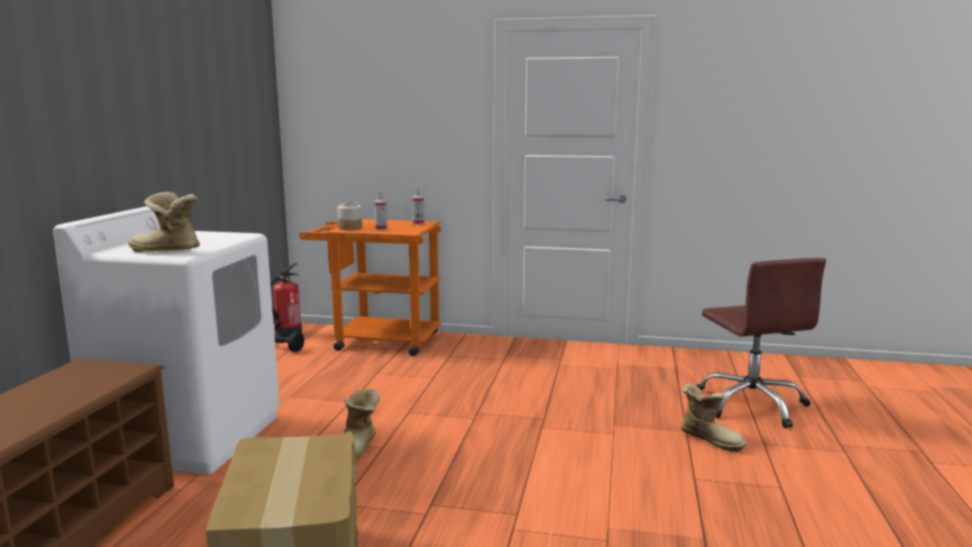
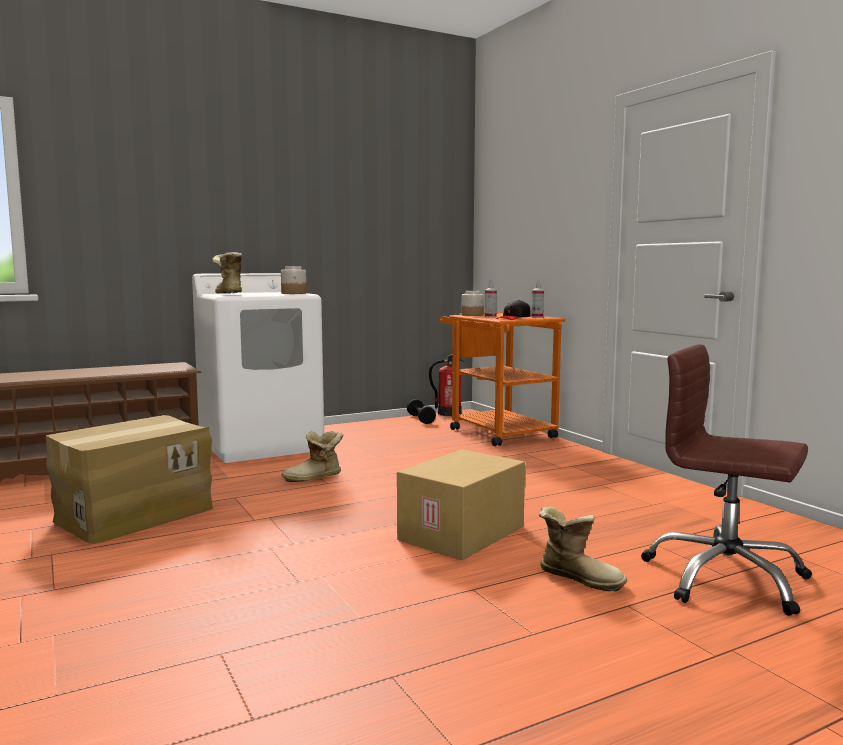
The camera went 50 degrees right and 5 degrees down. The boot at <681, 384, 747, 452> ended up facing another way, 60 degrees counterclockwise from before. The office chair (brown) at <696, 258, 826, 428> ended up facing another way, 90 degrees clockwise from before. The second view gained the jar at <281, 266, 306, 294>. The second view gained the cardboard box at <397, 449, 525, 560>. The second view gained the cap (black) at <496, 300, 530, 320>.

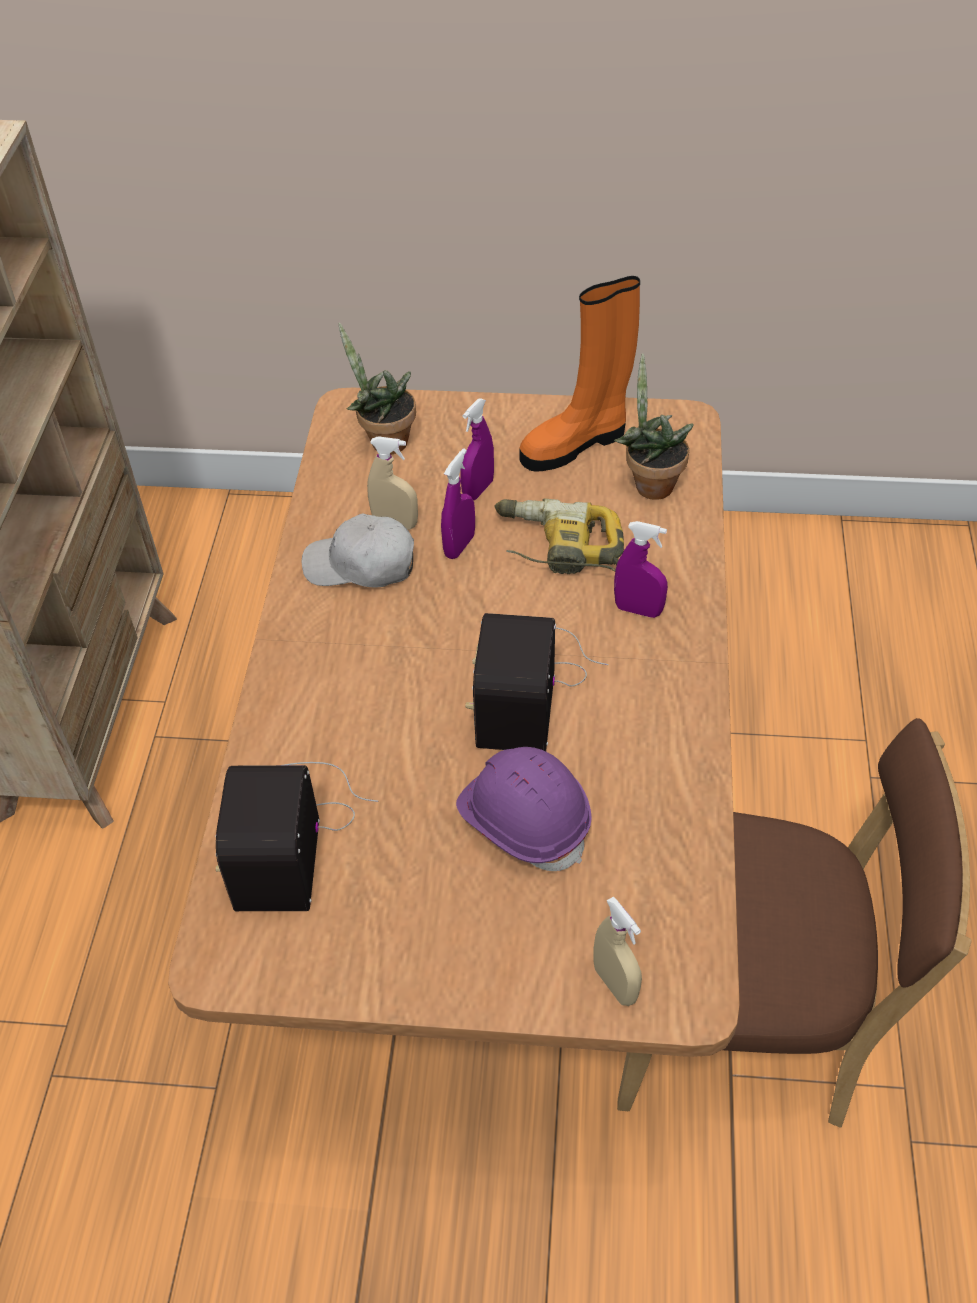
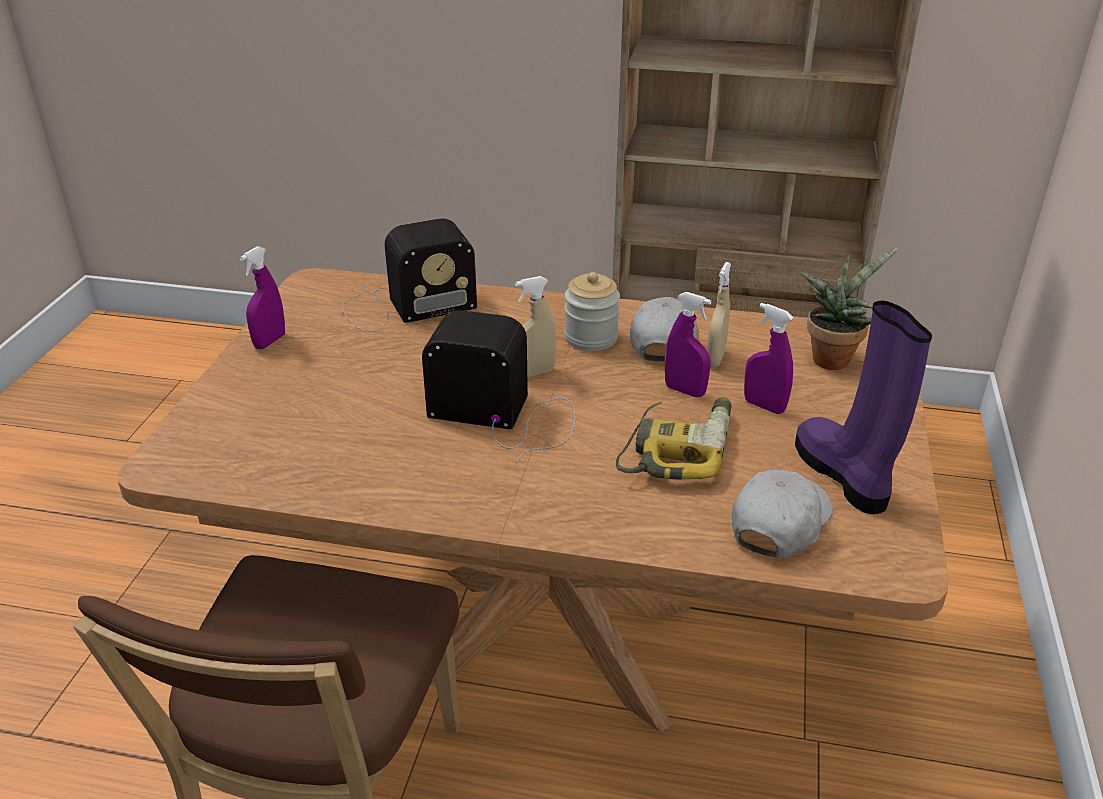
The camera went 95 degrees right and 15 degrees down. The radio at <216, 762, 378, 911> ended up facing another way, 150 degrees clockwise from before. The second view lost the hard hat (purple) at <456, 747, 592, 871>. What was the boot (orange) at <519, 276, 640, 472> turned into the boot (purple) at <795, 300, 932, 514>. The spray bottle (beige) ended up elsewhere, having gone from <593, 897, 642, 1006> to <515, 276, 557, 377>. Where the potted plant stood at <614, 353, 694, 500>, the cap (white) came to stand at <732, 470, 833, 558>. The spray bottle (purple) ended up elsewhere, having gone from <614, 521, 668, 618> to <240, 246, 285, 349>. The second view gained the jar at <564, 272, 620, 351>.

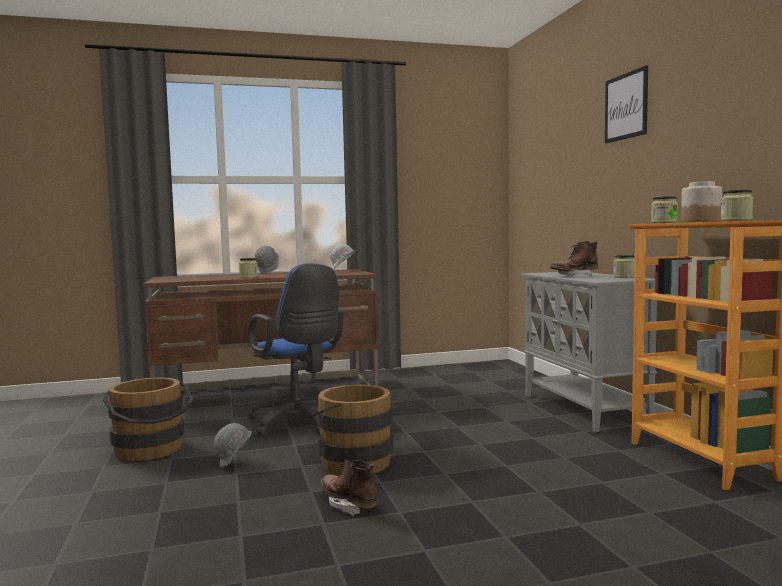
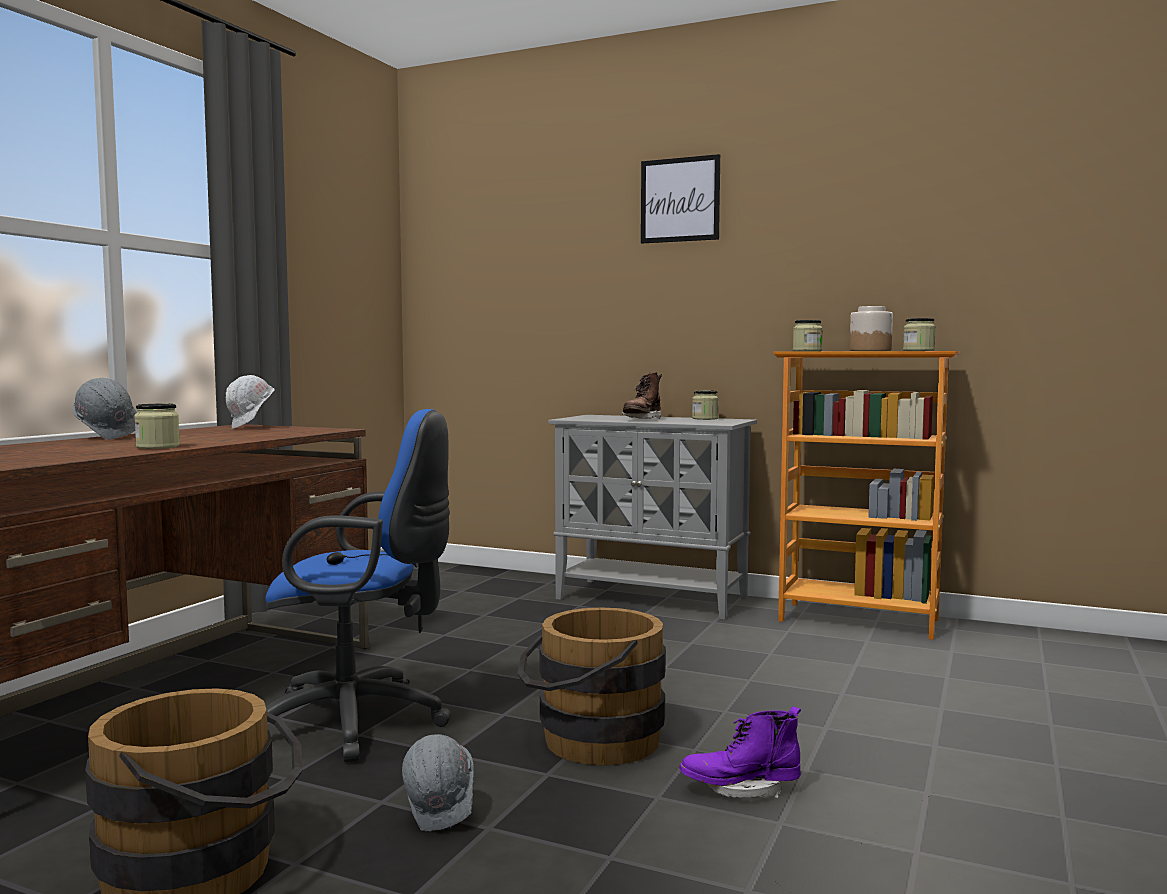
The camera went 50 degrees left and 0 degrees up. What was the boot (brown) at <320, 459, 378, 515> turned into the boot (purple) at <680, 706, 801, 798>.

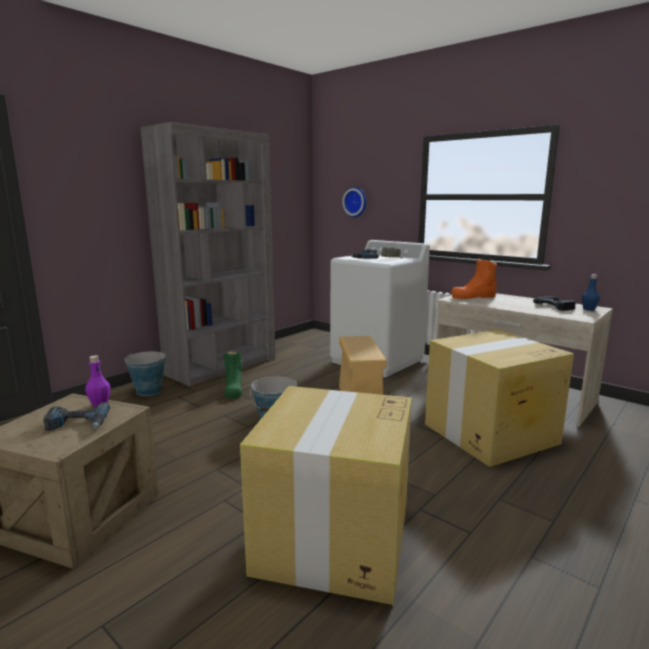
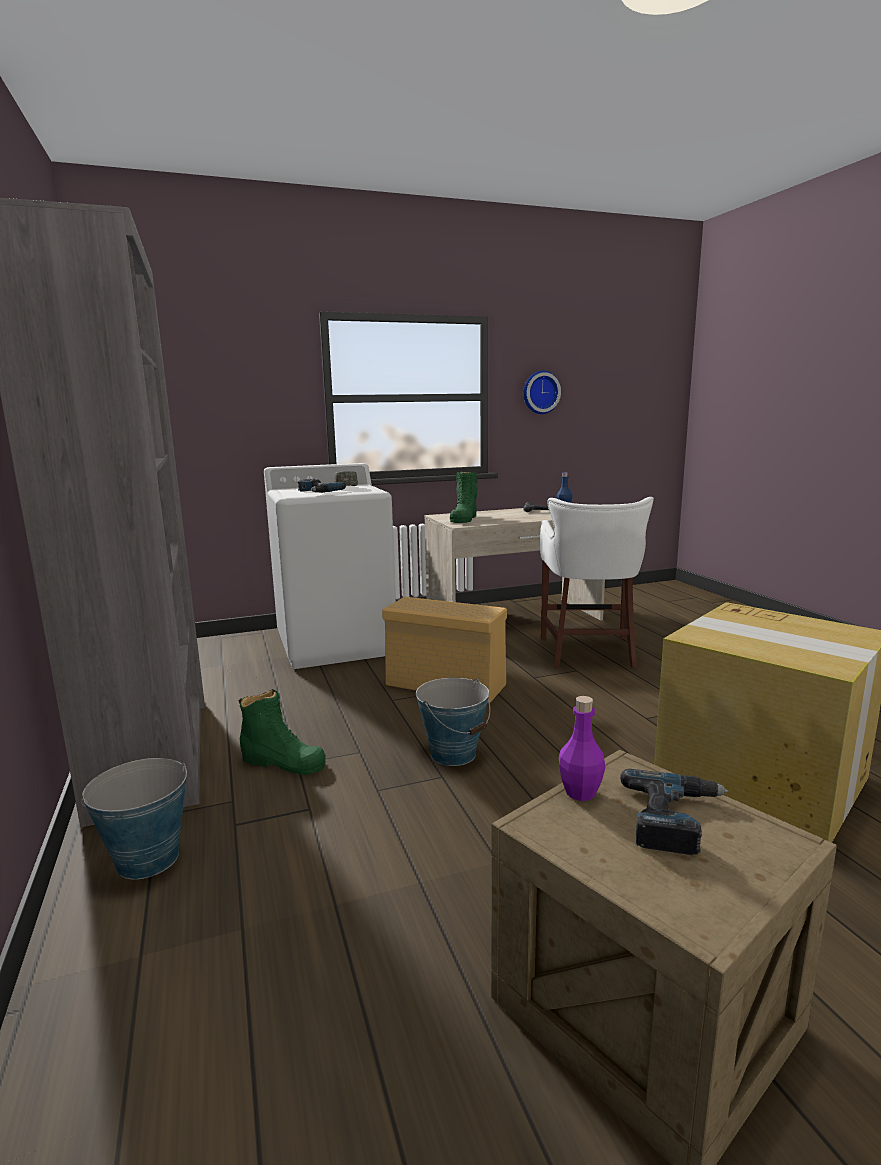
The camera went 60 degrees left and 0 degrees up. The wall clock ended up elsewhere, having gone from <342, 187, 366, 217> to <523, 371, 561, 414>. Where the cardboard box stood at <425, 330, 574, 467>, the stool (white) came to stand at <540, 497, 654, 668>. What was the boot (orange) at <451, 259, 497, 299> turned into the boot (green) at <450, 472, 478, 523>.

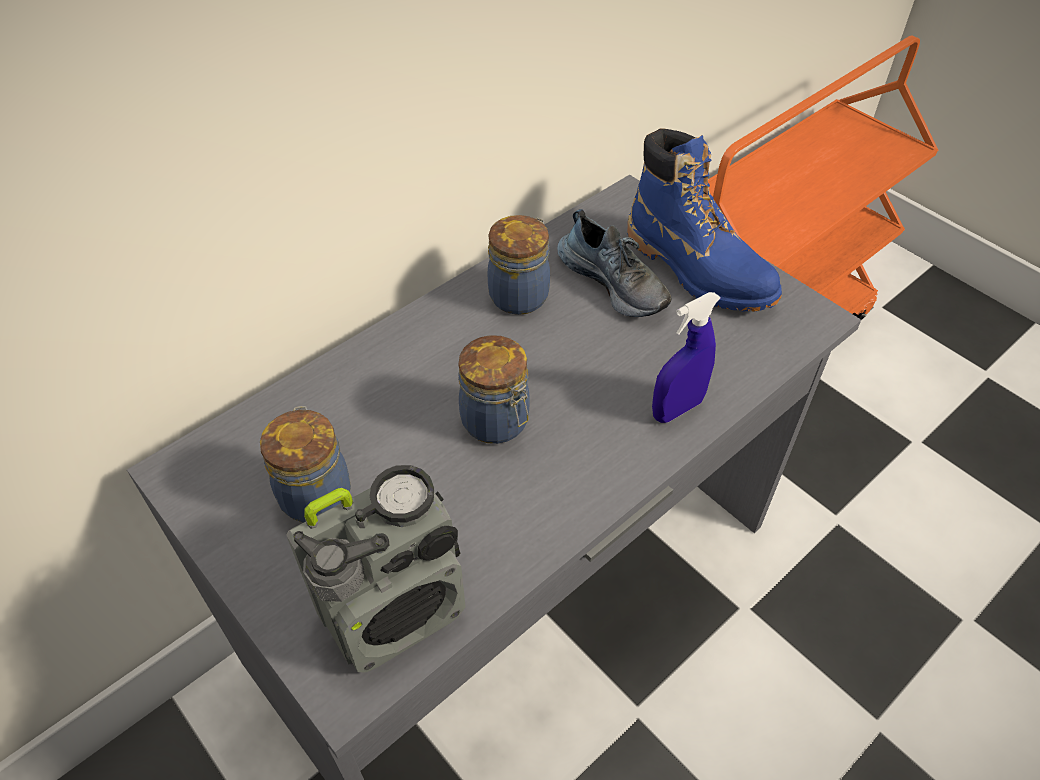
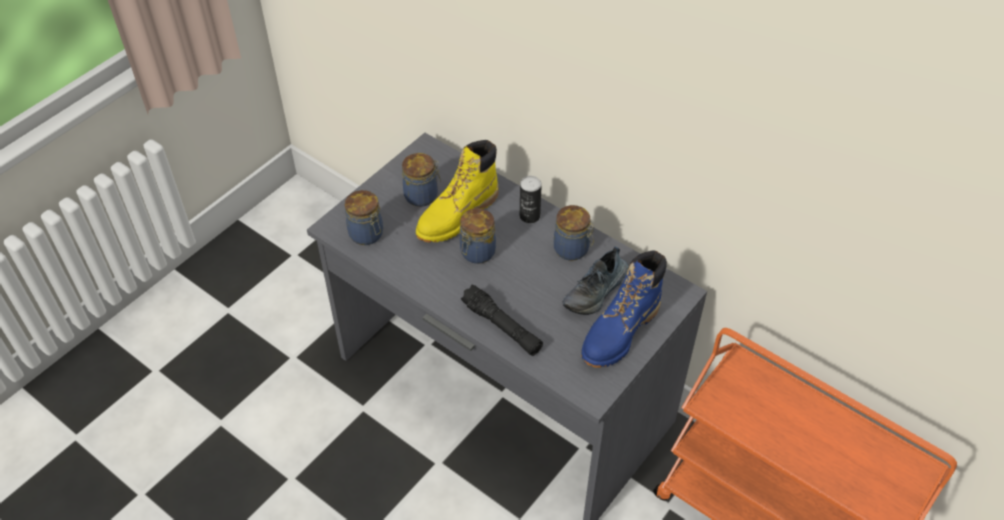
The camera went 80 degrees right and 0 degrees up. Where the radio stood at <286, 465, 466, 672>, the jar came to stand at <345, 190, 383, 245>. Where the spray bottle (blue) stood at <652, 292, 721, 423>, the flashlight (black) came to stand at <461, 284, 543, 356>. The second view gained the boot (yellow) at <416, 140, 499, 243>. The second view gained the can at <520, 176, 542, 223>.

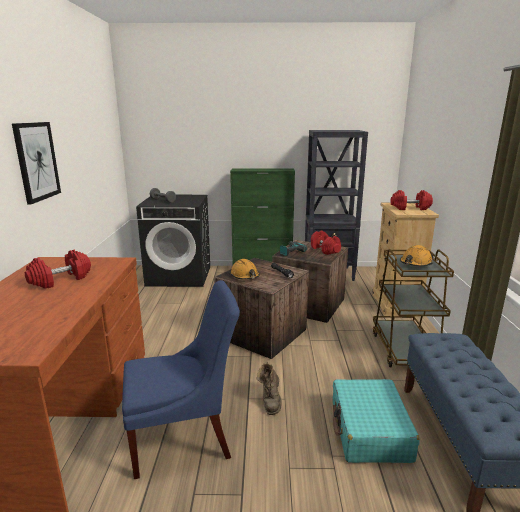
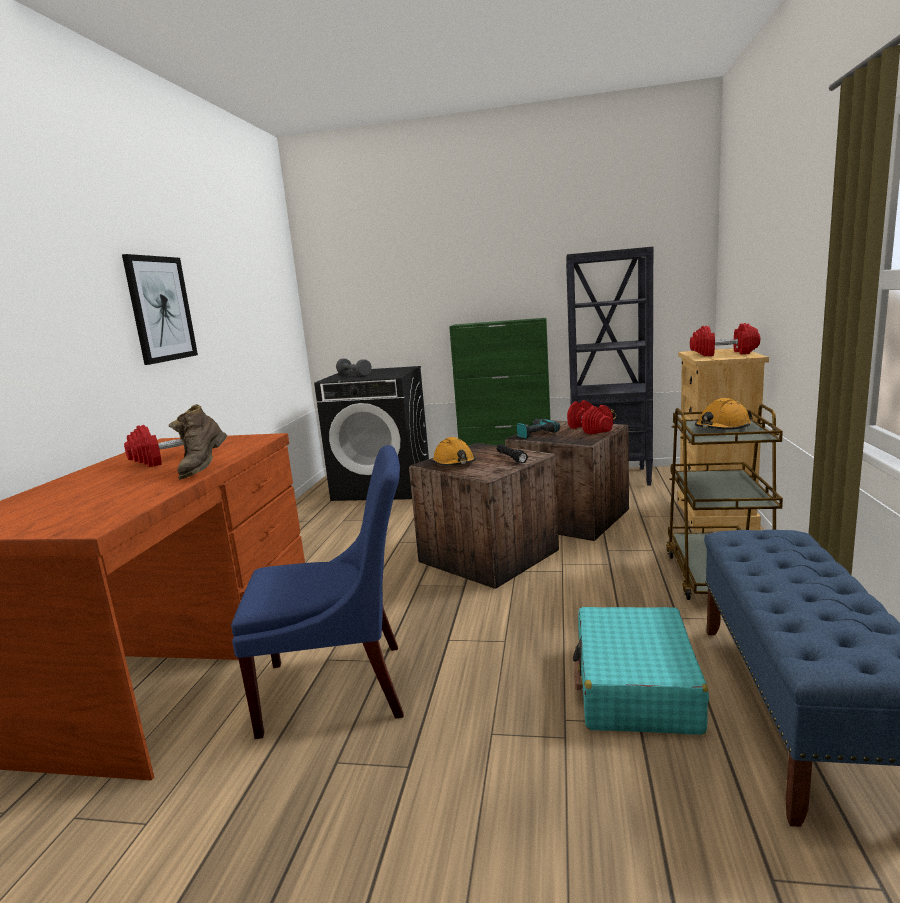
The camera went 10 degrees right and 5 degrees down. The boot (brown) ended up elsewhere, having gone from <256, 362, 282, 415> to <169, 404, 227, 480>.

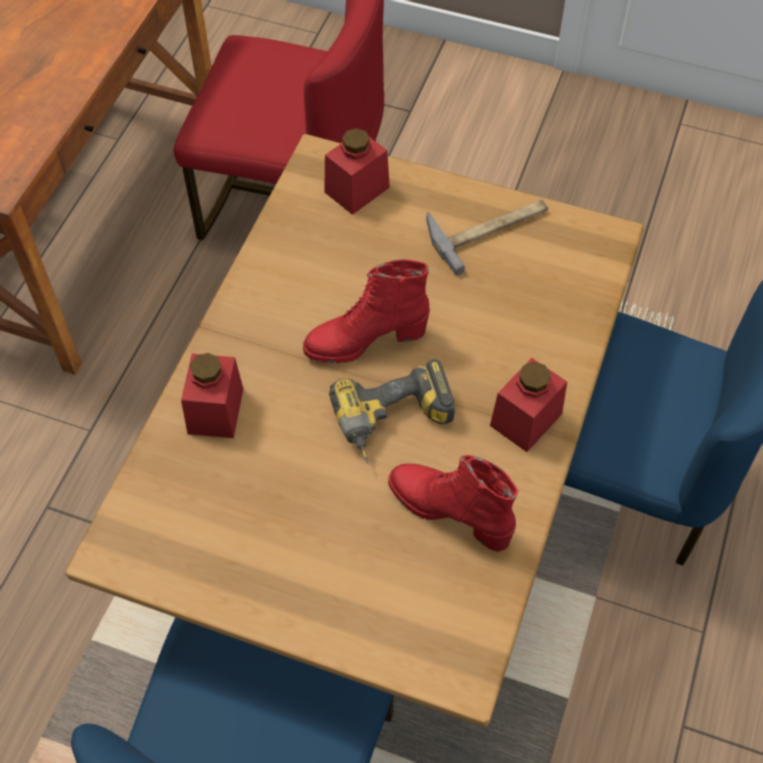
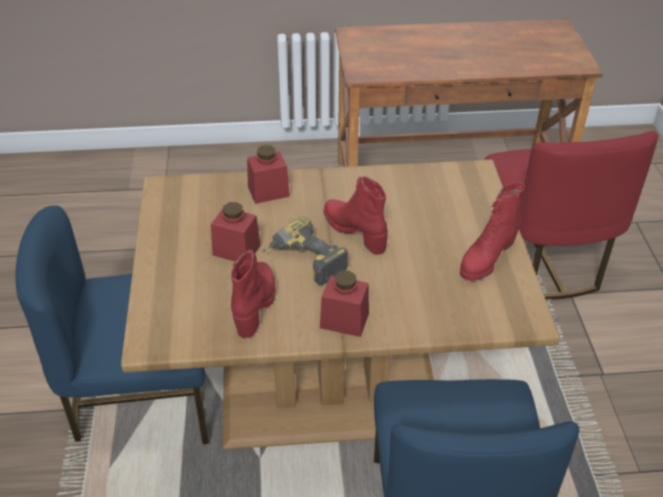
The camera went 65 degrees right and 15 degrees down. The jar (red) ended up elsewhere, having gone from <324, 128, 390, 215> to <211, 202, 261, 261>. Where the hammer stood at <426, 200, 548, 276>, the boot (red) came to stand at <460, 182, 525, 281>.

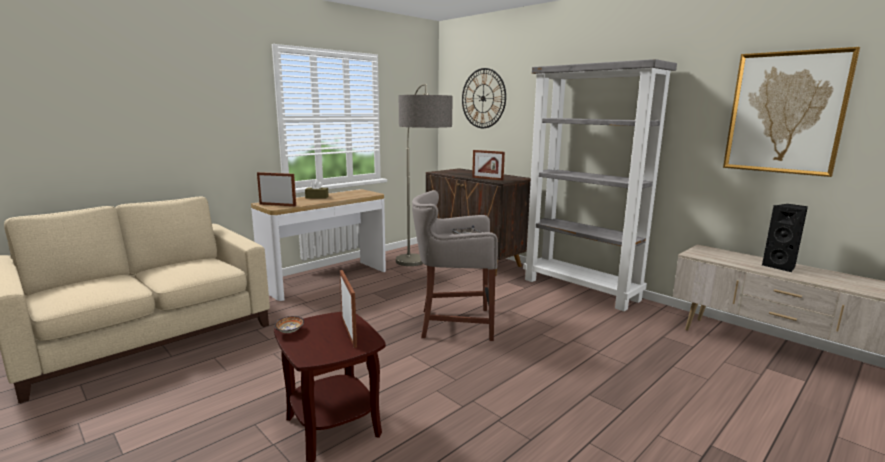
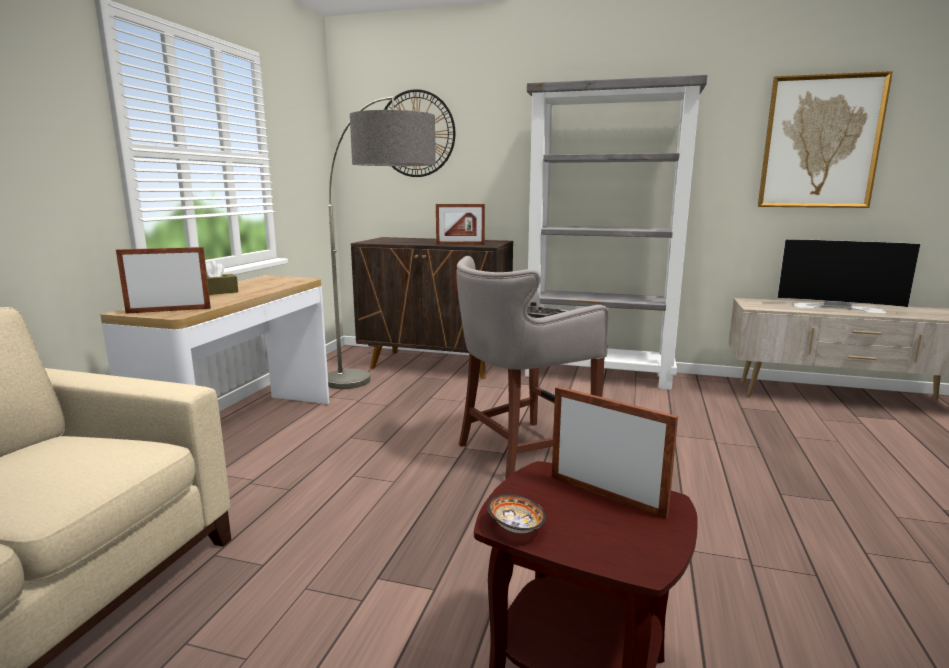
The camera went 30 degrees left and 0 degrees up. Where the speaker (black) stood at <762, 204, 808, 272>, the television came to stand at <777, 239, 921, 314>.

